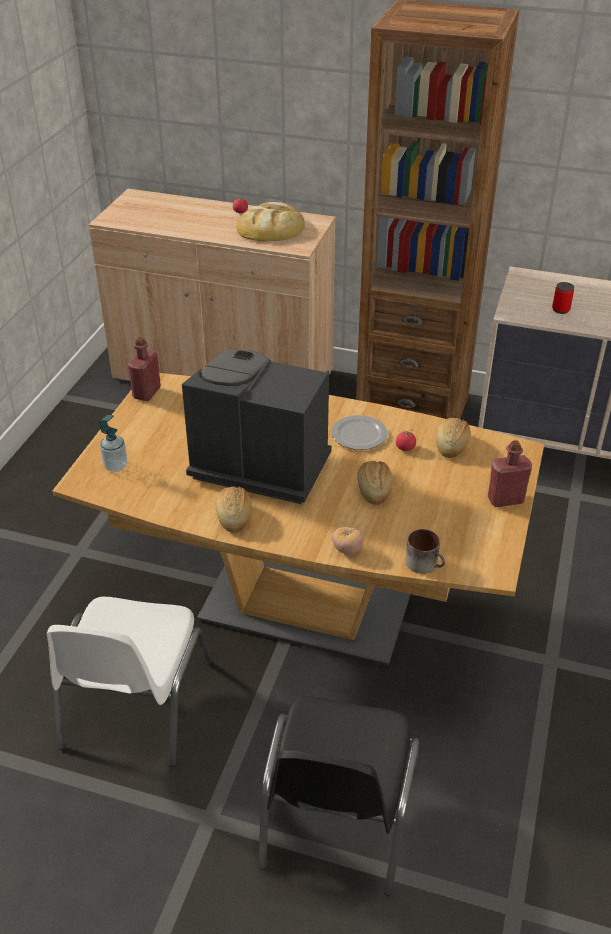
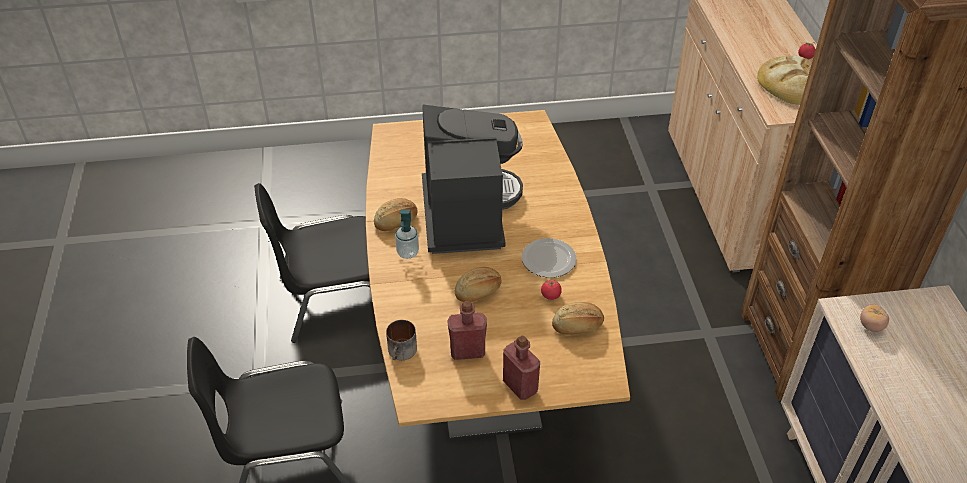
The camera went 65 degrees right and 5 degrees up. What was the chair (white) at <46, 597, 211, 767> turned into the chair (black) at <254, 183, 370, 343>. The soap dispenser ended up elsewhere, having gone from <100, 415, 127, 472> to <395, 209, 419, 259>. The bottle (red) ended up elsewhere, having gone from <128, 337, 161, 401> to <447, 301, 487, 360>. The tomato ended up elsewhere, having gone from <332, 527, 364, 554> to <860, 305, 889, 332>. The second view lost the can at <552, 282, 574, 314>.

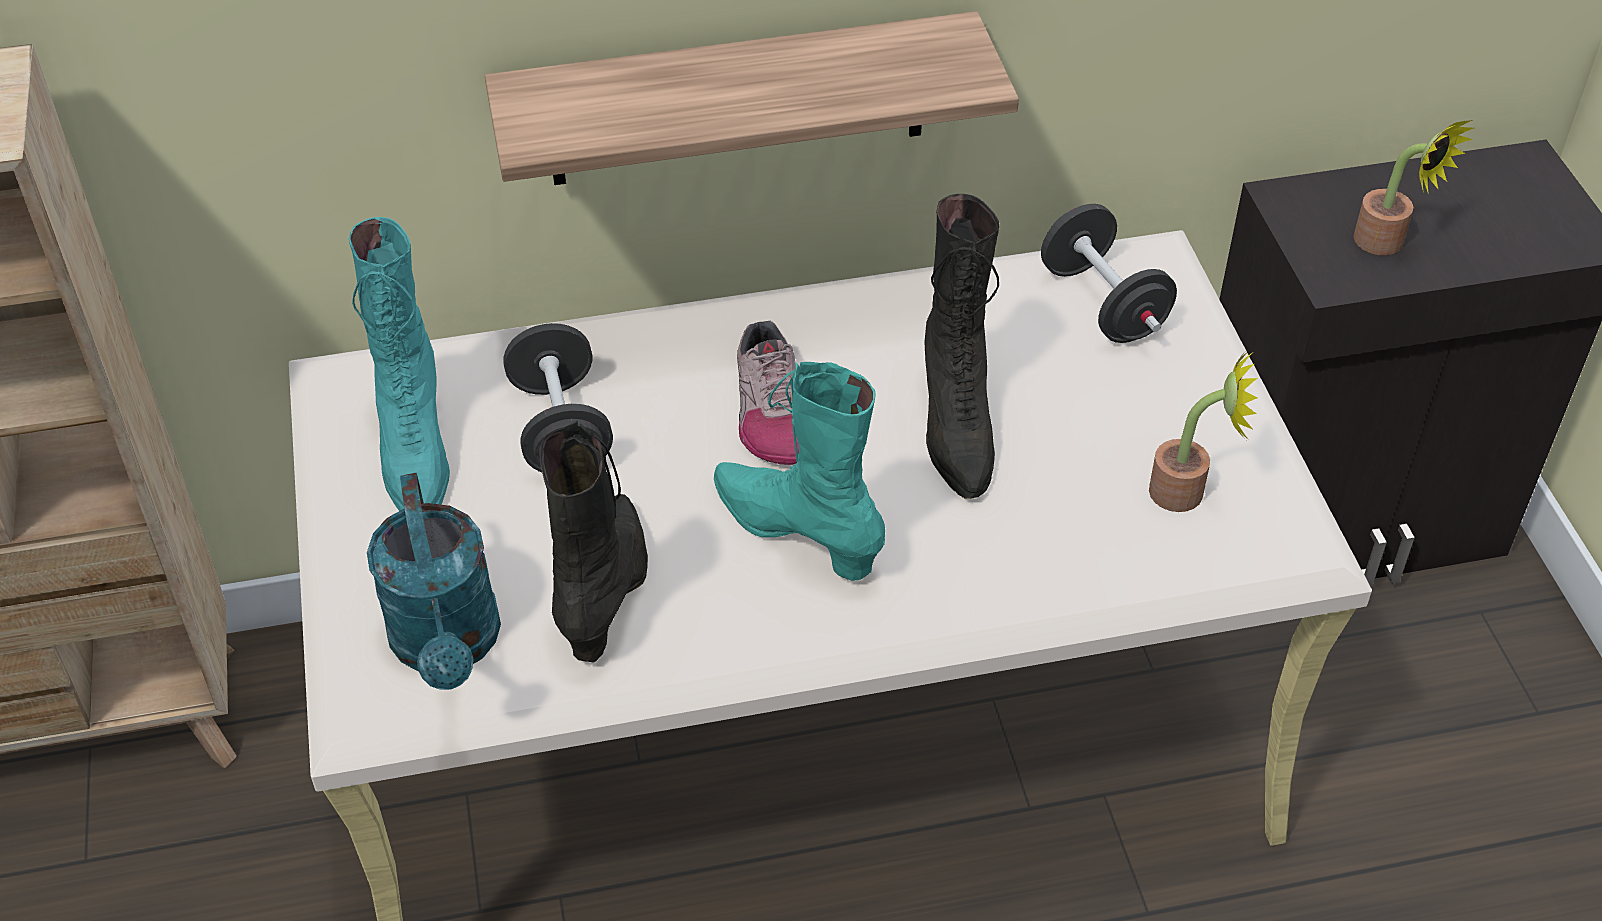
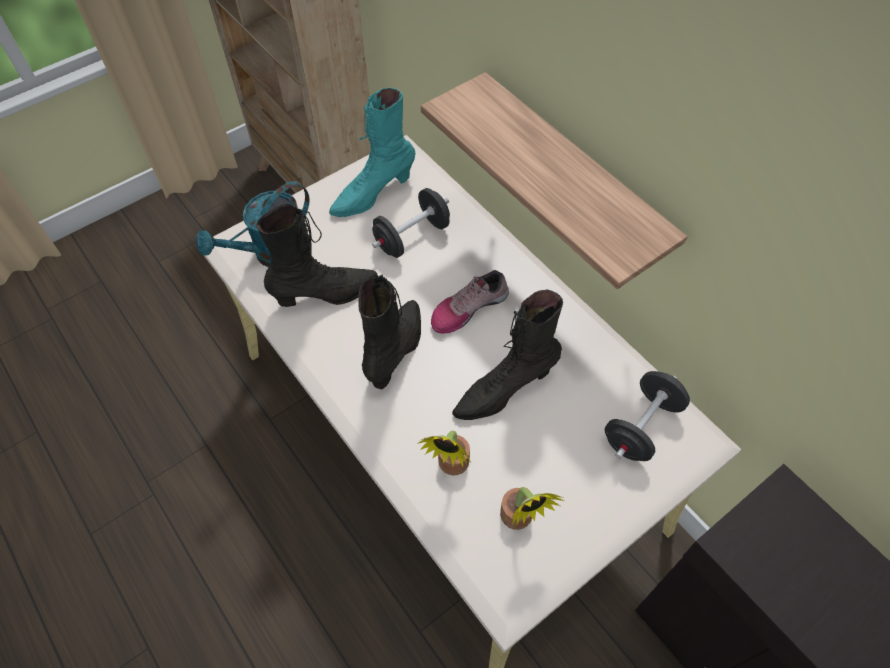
The camera went 65 degrees right and 10 degrees up. What was the boot (turquoise) at <714, 362, 885, 581> turned into the boot (black) at <358, 275, 421, 390>. The potted plant ended up elsewhere, having gone from <1354, 120, 1474, 255> to <417, 431, 471, 475>.

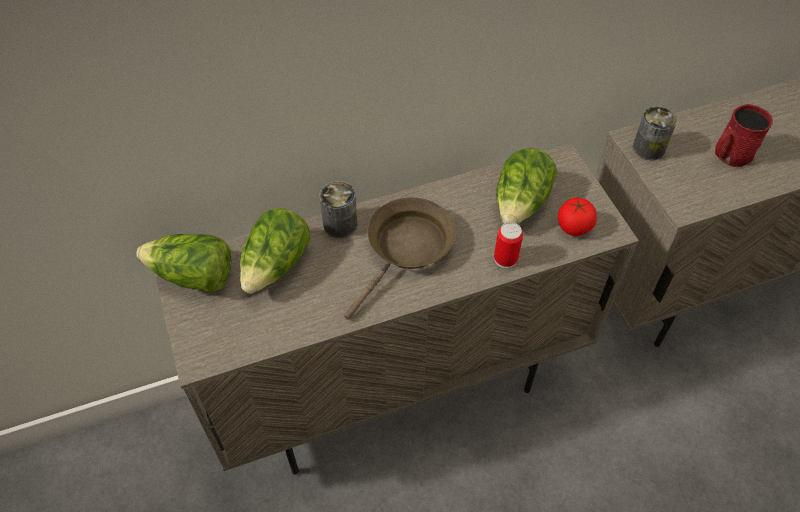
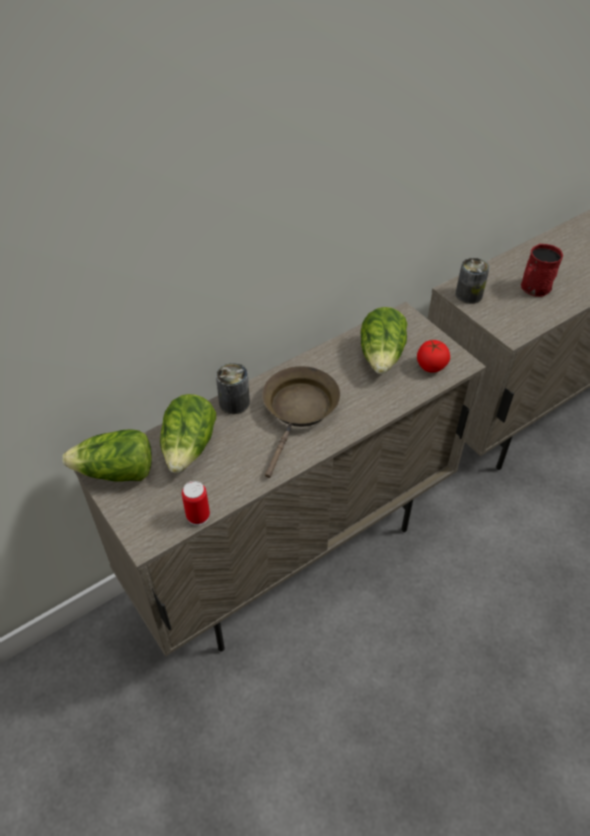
The camera went 15 degrees left and 5 degrees down. The can ended up elsewhere, having gone from <494, 222, 523, 268> to <182, 481, 210, 526>.

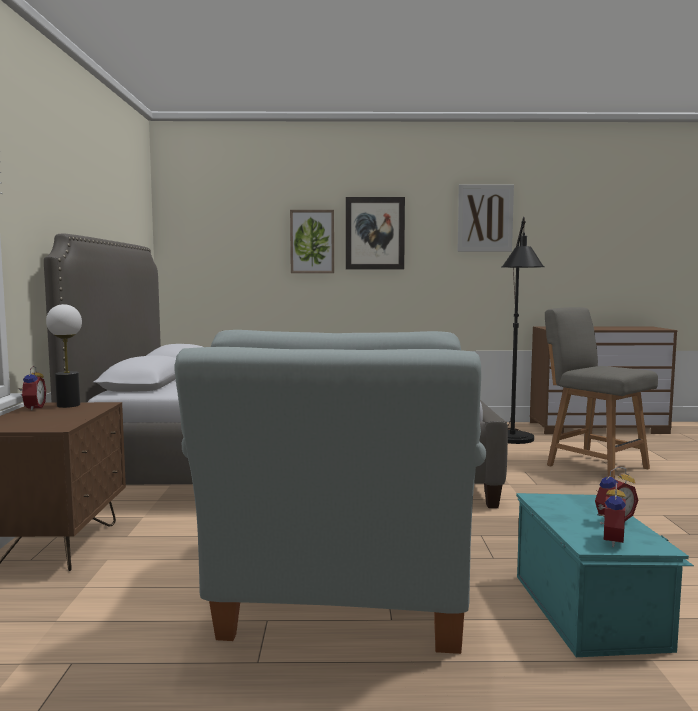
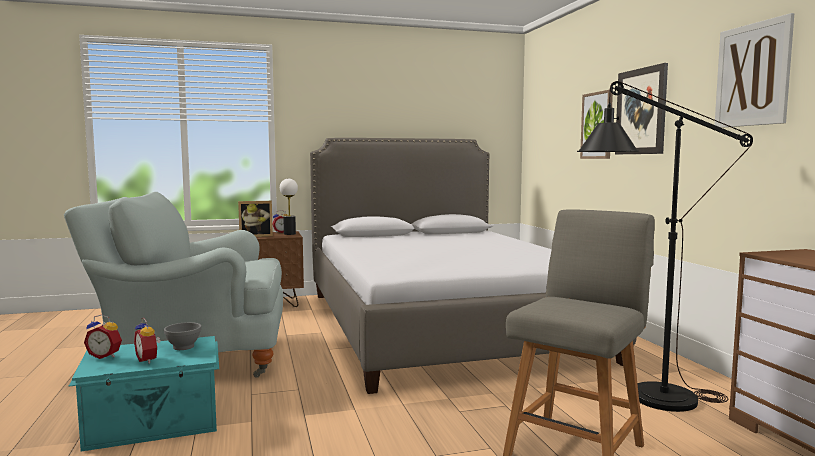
The camera went 75 degrees right and 0 degrees up. The second view gained the bowl (grey) at <164, 322, 202, 350>. The second view gained the picture frame at <238, 201, 273, 237>.

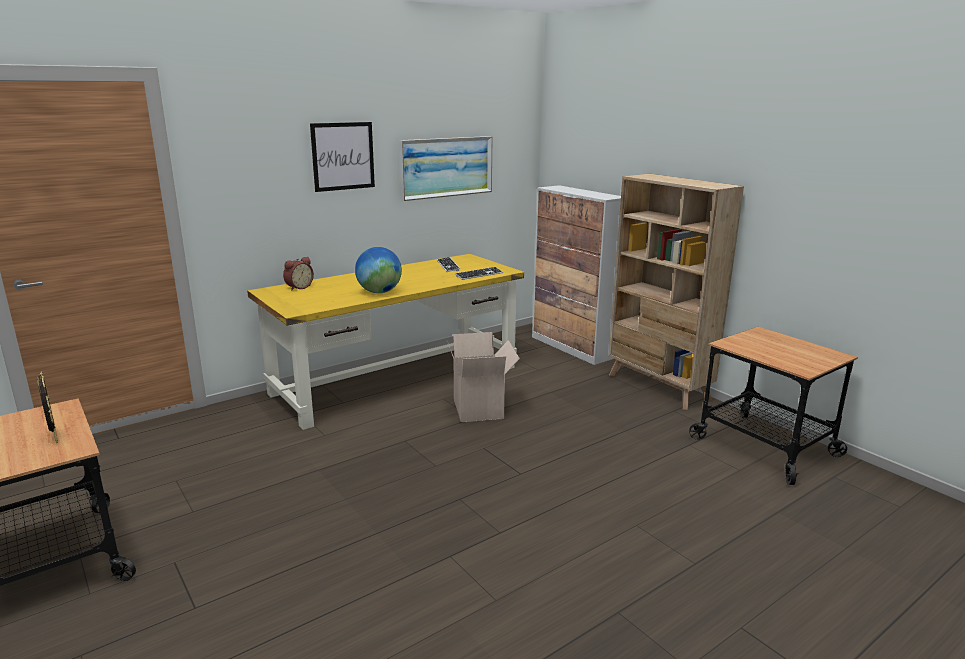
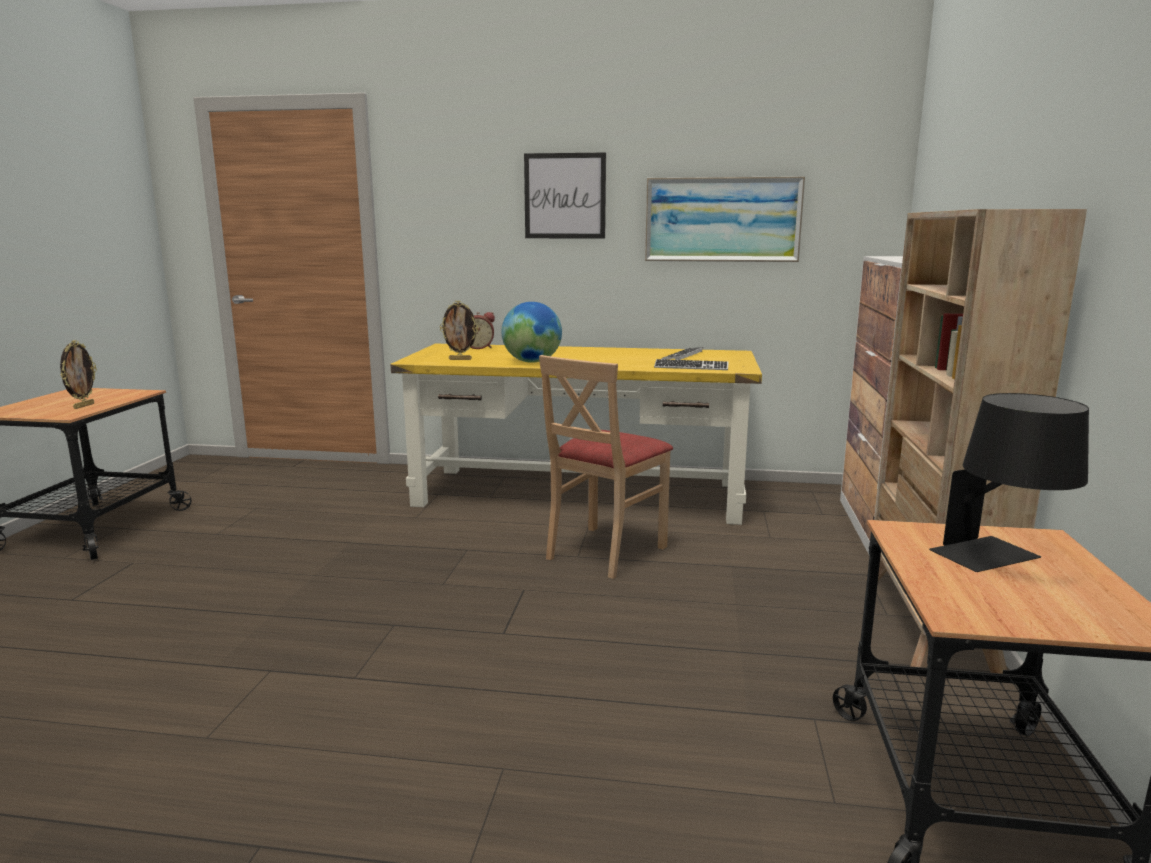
The camera went 45 degrees right and 5 degrees down. Where the cardboard box stood at <447, 332, 520, 422>, the chair (beige) came to stand at <539, 355, 673, 579>. The second view gained the picture frame at <440, 301, 478, 360>. The second view gained the table lamp (black) at <929, 393, 1089, 572>.

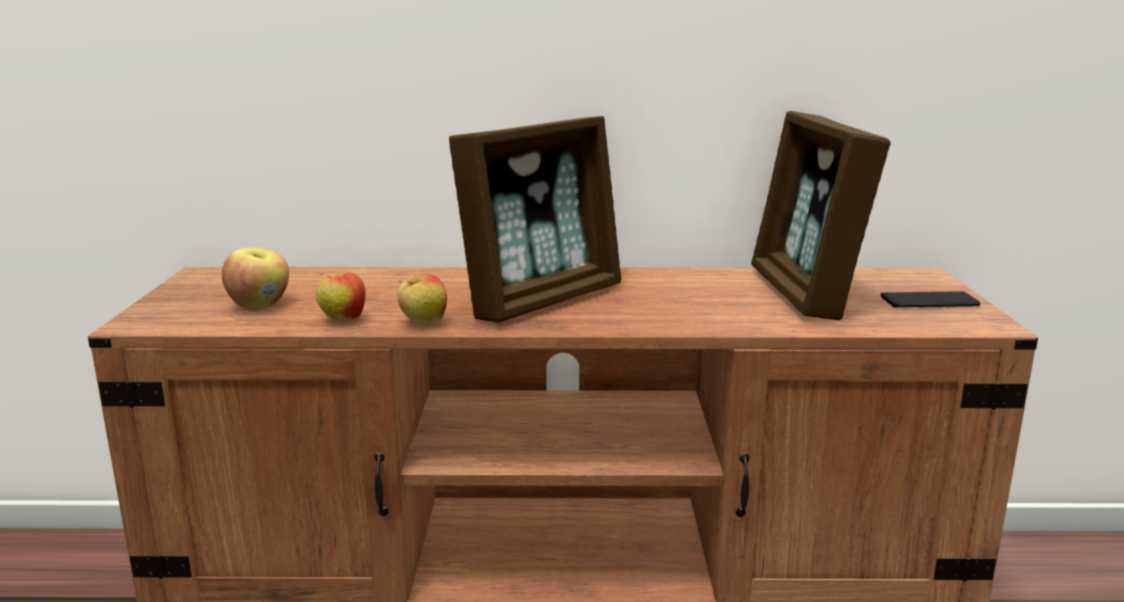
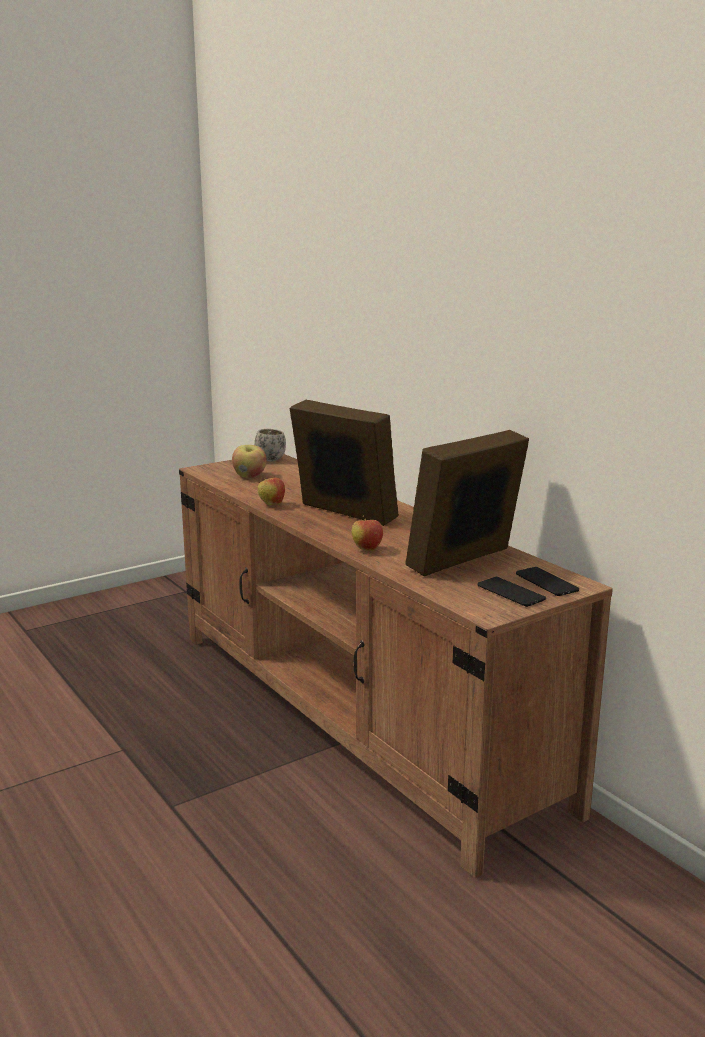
The camera went 55 degrees right and 0 degrees up. The apple ended up elsewhere, having gone from <315, 272, 366, 322> to <352, 516, 383, 551>. The picture frame at <449, 116, 621, 322> ended up facing another way, 150 degrees counterclockwise from before. The second view gained the mug (white) at <254, 429, 286, 461>. The second view gained the phone at <516, 567, 579, 596>.

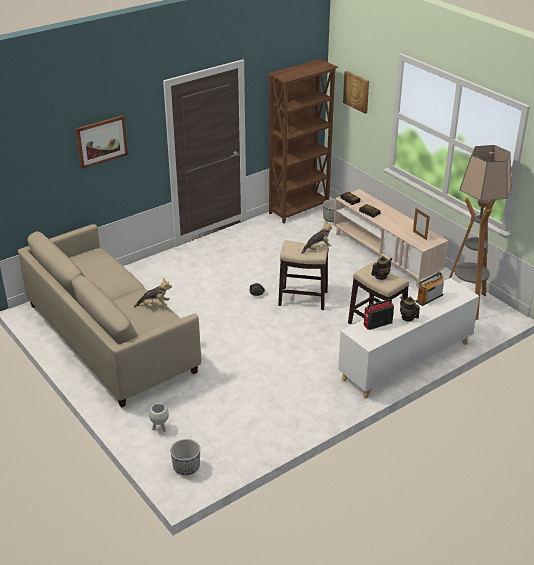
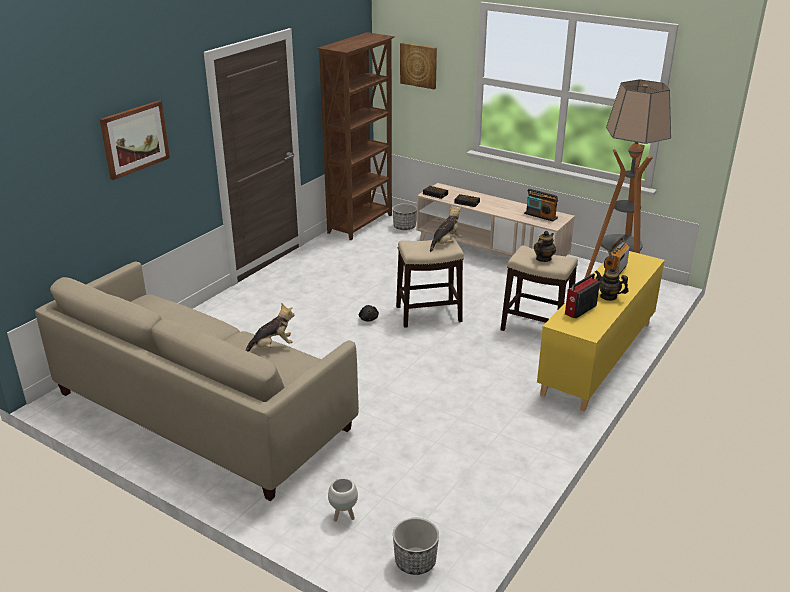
The camera went 20 degrees left and 5 degrees down. What was the cabinet (white) at <338, 278, 479, 399> turned into the cabinet (yellow) at <537, 251, 665, 411>. Where the picture frame stood at <413, 208, 430, 240>, the radio came to stand at <524, 189, 558, 221>.

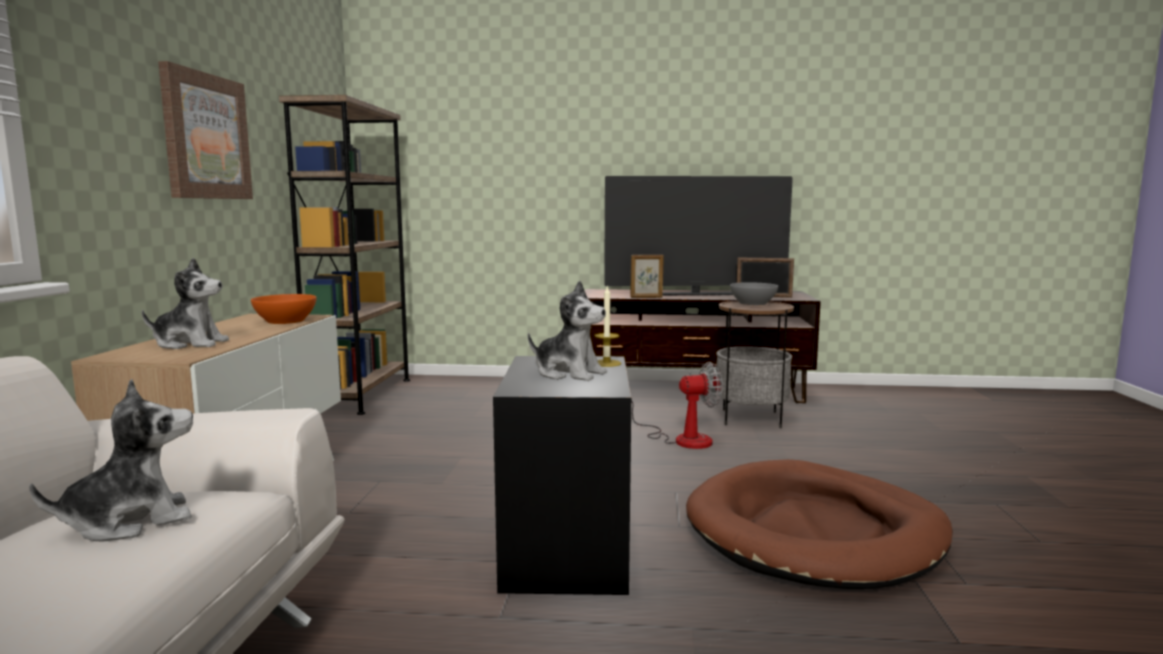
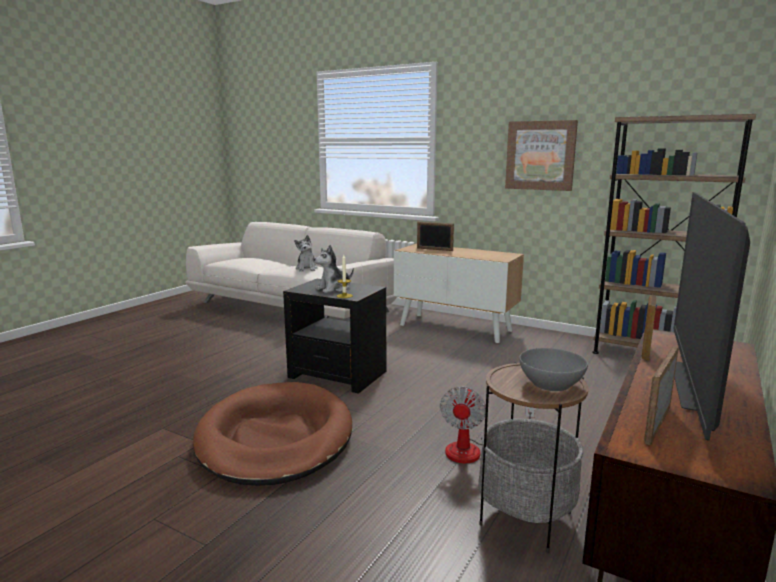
The camera went 115 degrees right and 5 degrees up. Where the plush toy stood at <142, 258, 229, 349>, the picture frame came to stand at <417, 222, 454, 251>. The second view lost the bowl (orange) at <251, 294, 316, 324>.

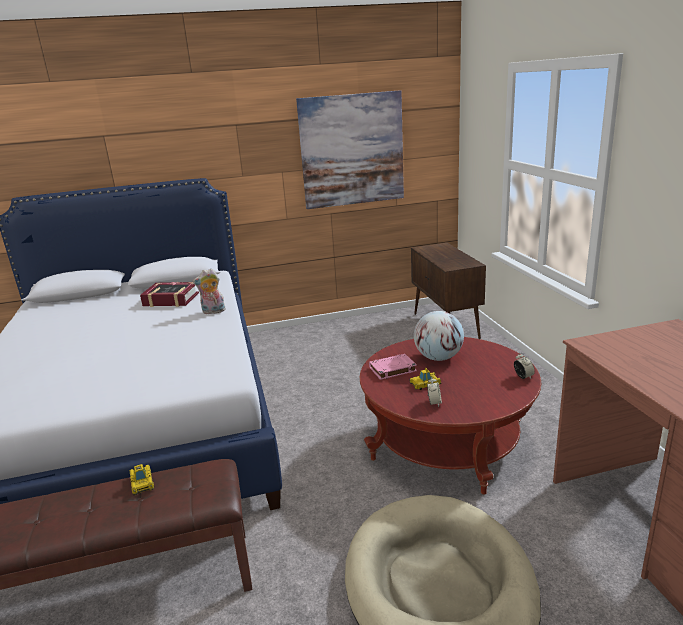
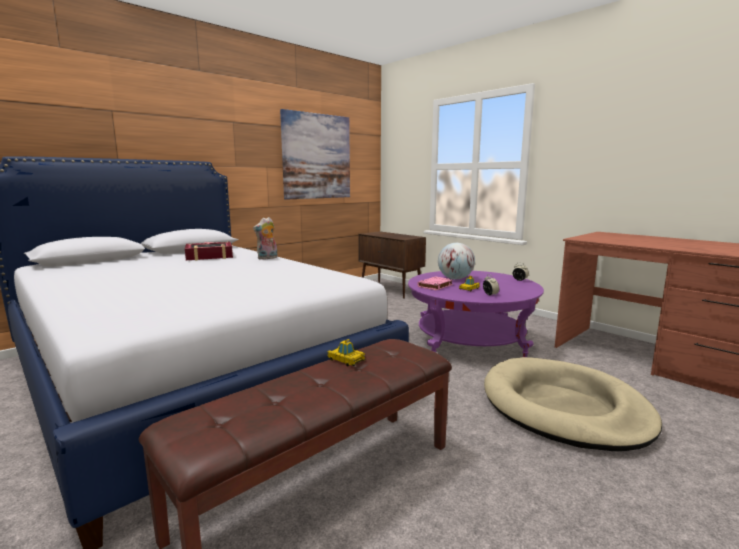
The camera went 30 degrees left and 10 degrees down. What was the coffee table (red) at <360, 337, 541, 494> turned into the coffee table (purple) at <408, 271, 544, 357>.

